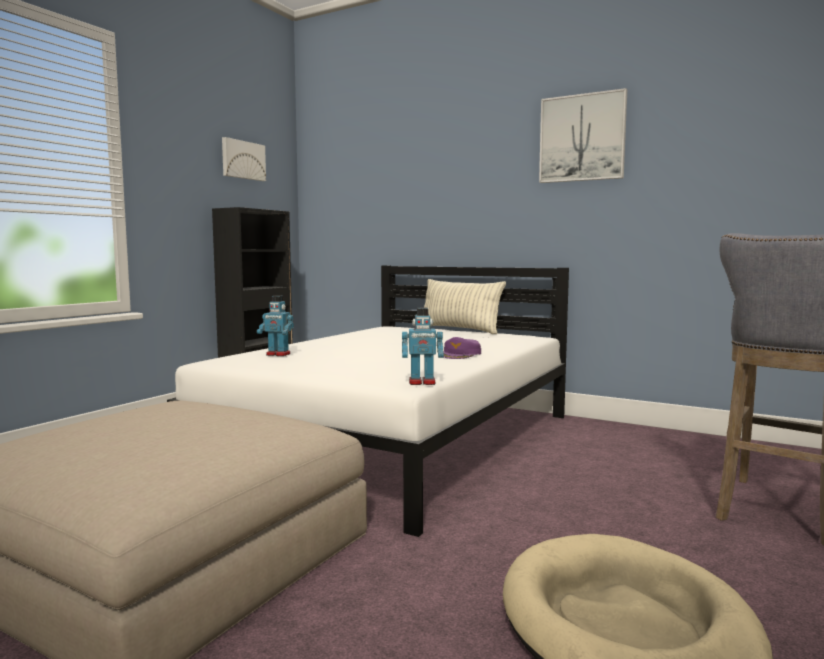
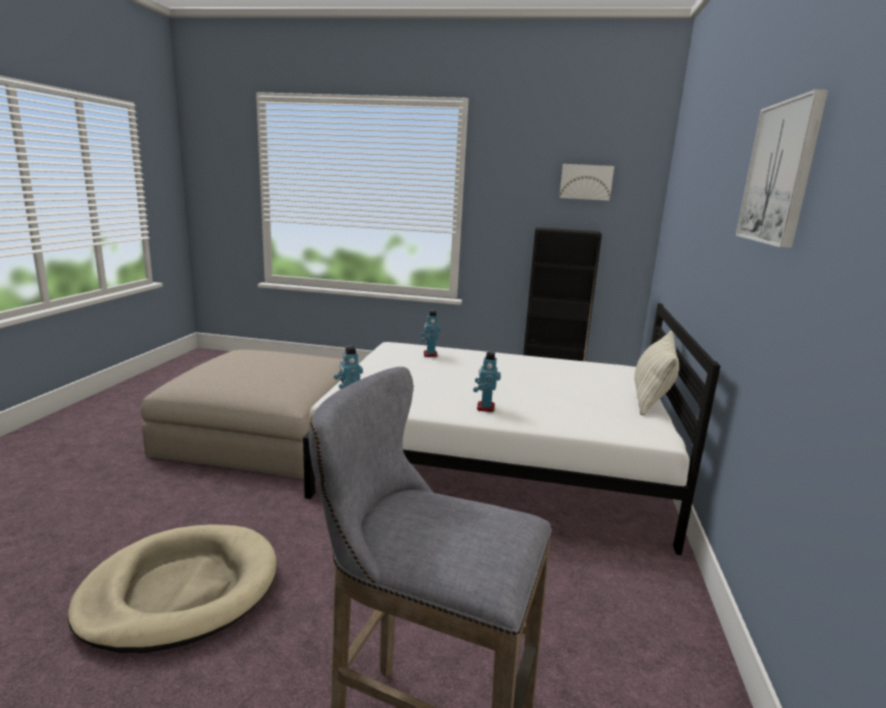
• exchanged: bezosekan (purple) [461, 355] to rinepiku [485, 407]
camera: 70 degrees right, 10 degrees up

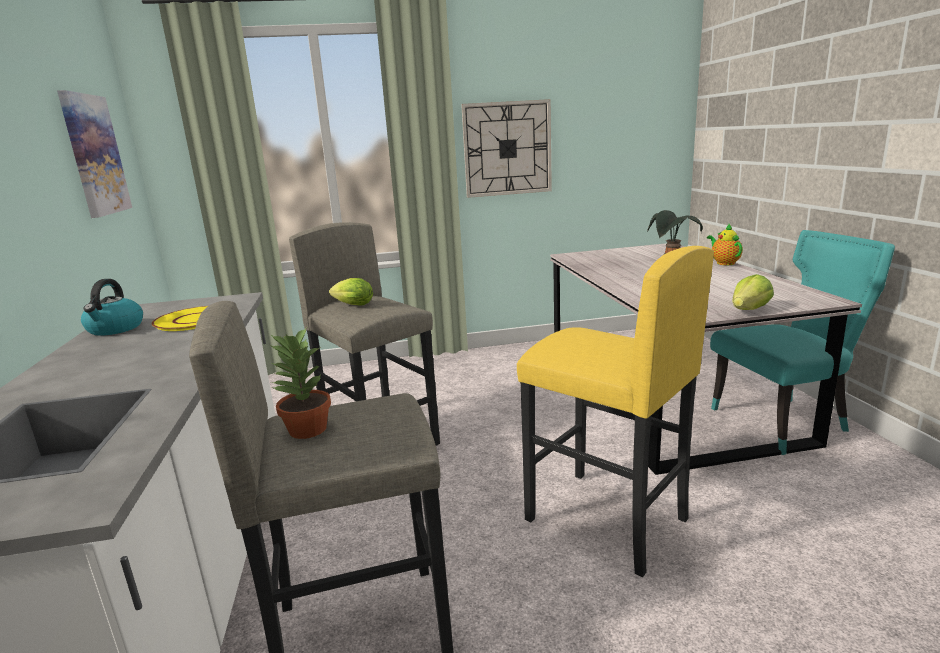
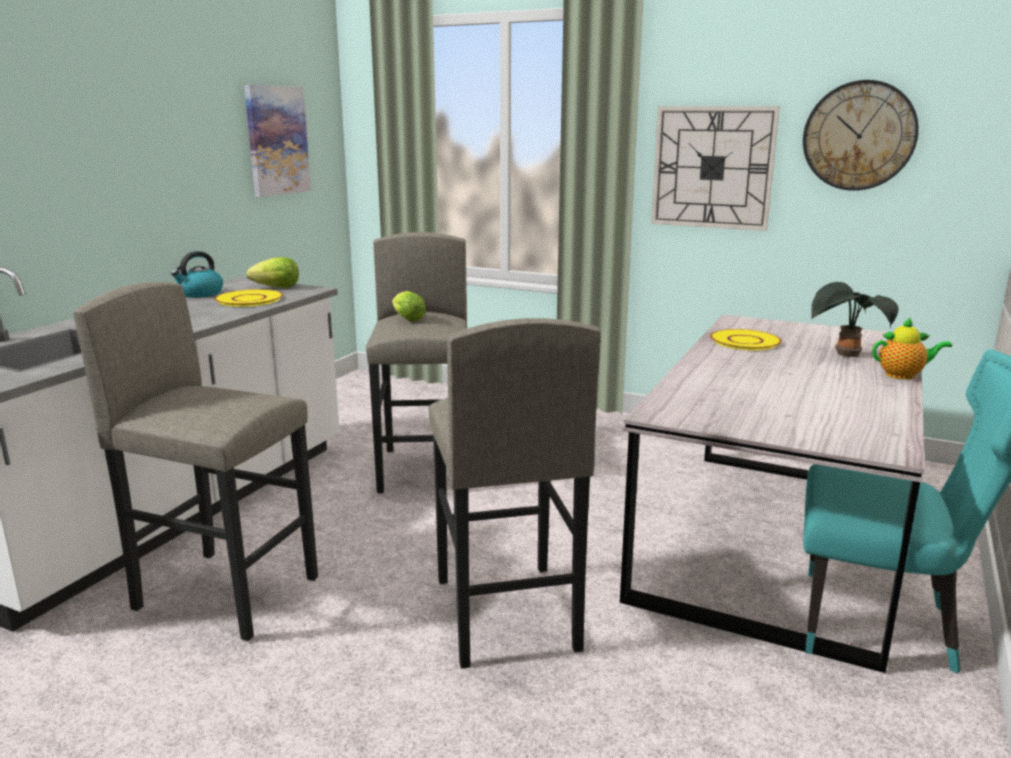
• missing: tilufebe [306, 430]
• colour: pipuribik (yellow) [605, 520] to pipuribik (grey) [505, 614]
• spun: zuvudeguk [724, 263] = [903, 375] 75 degrees clockwise
• relocated: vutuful [749, 310] to [277, 288]
• appeared: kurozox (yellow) [745, 341]
• appeared: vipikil [859, 136]
camera: 35 degrees right, 0 degrees up

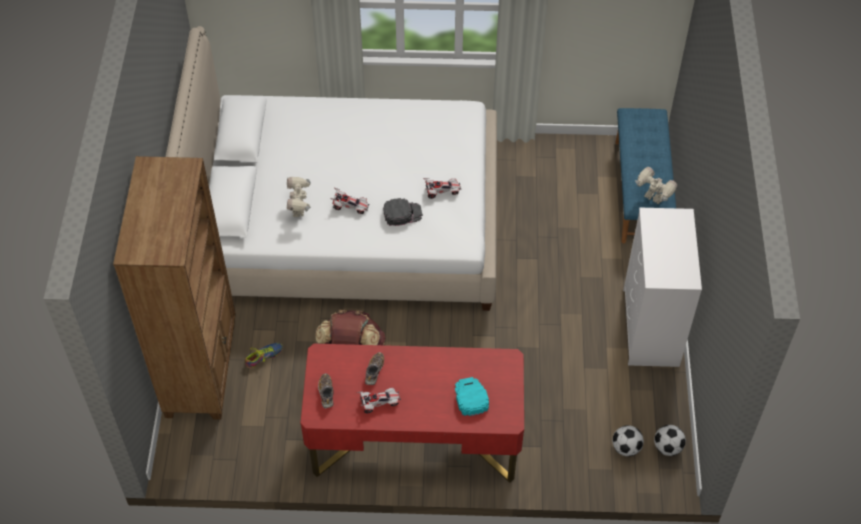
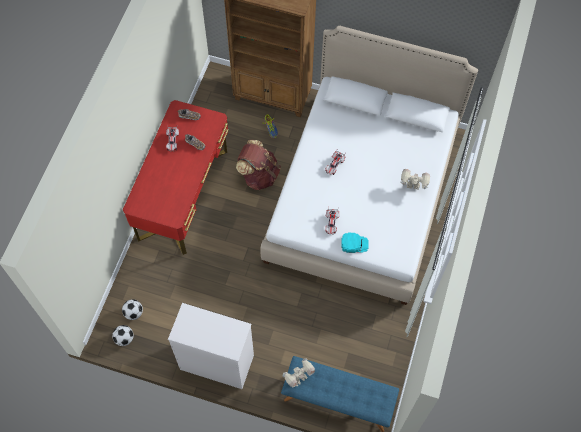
• relocated: rinepiku [299, 210] to [412, 187]
• missing: bezosekan (black) [402, 214]
• relocated: bezosekan (turquoise) [470, 397] to [354, 244]
camera: 105 degrees right, 10 degrees up

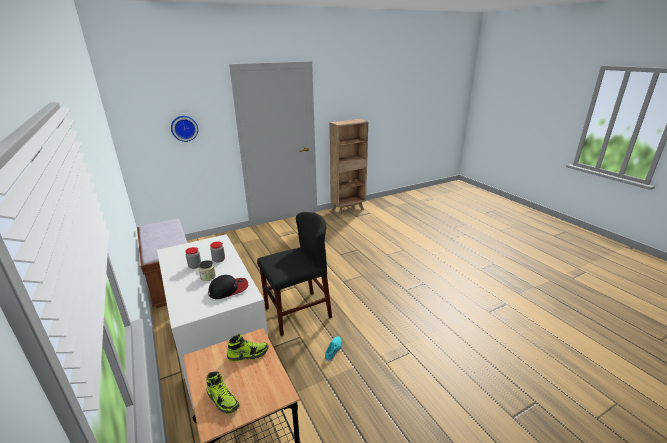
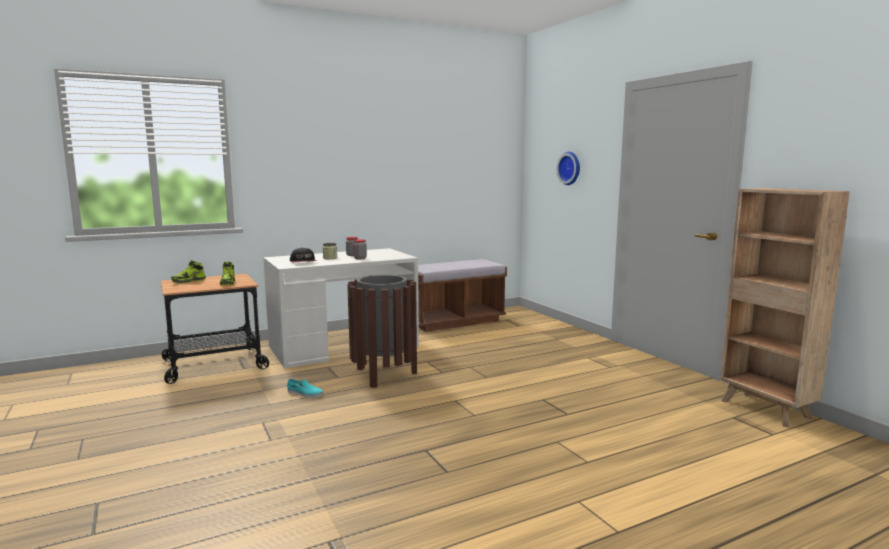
• exchanged: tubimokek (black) [297, 312] to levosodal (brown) [383, 375]
camera: 90 degrees right, 15 degrees down

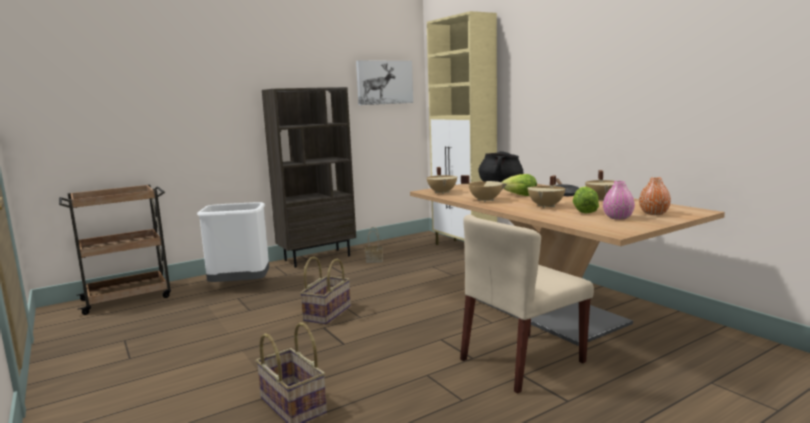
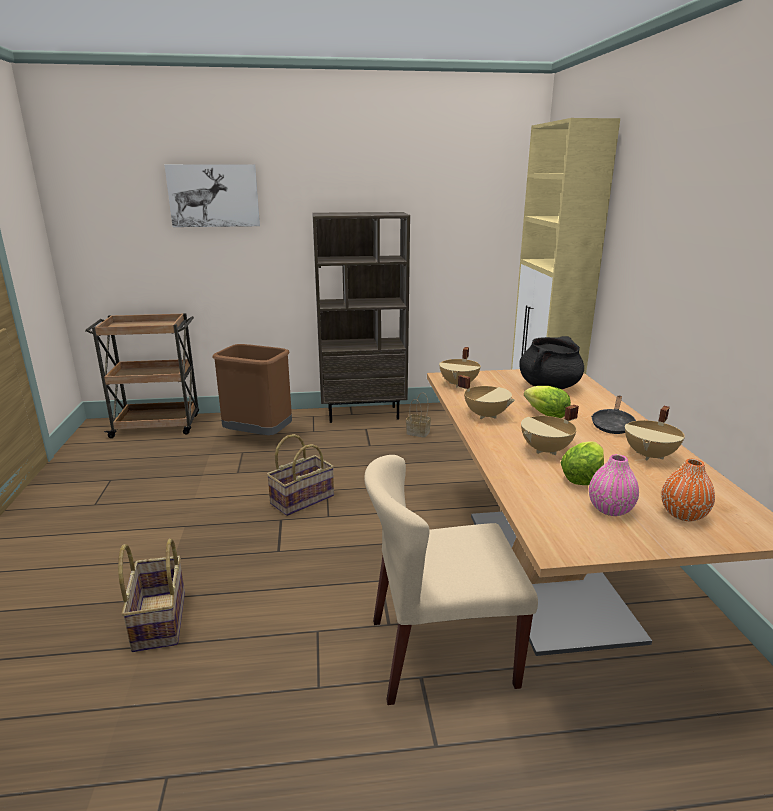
• colour: levosodal (white) [240, 286] to levosodal (brown) [259, 436]
• relocated: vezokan [384, 82] to [214, 195]
camera: 25 degrees right, 10 degrees up

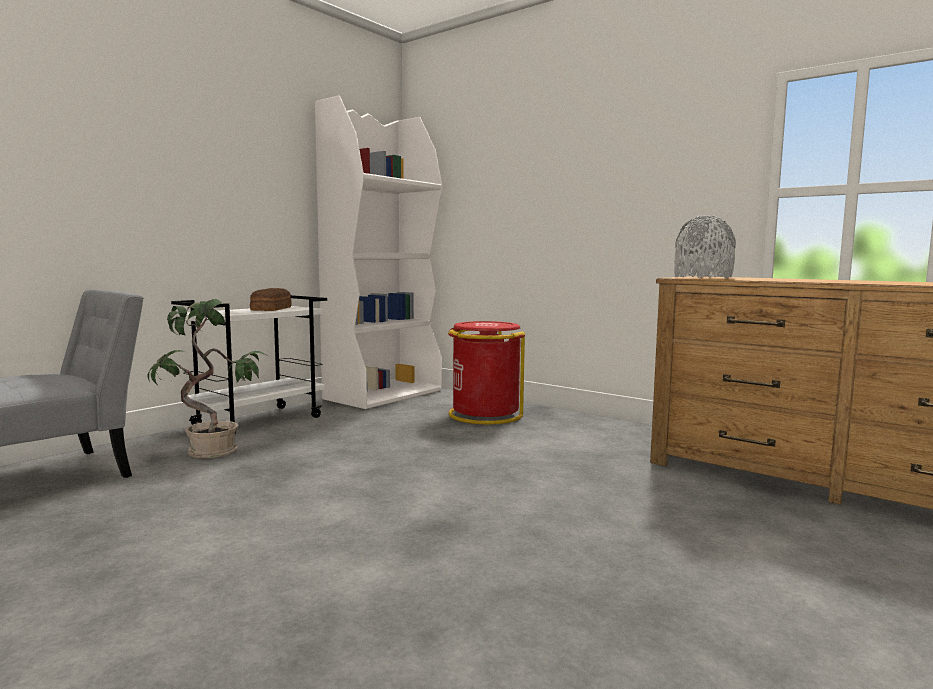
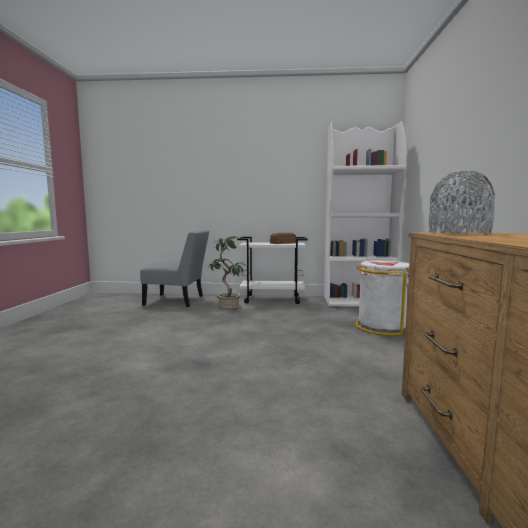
• colour: levosodal (red) [484, 415] to levosodal (white) [381, 326]
camera: 55 degrees right, 0 degrees up

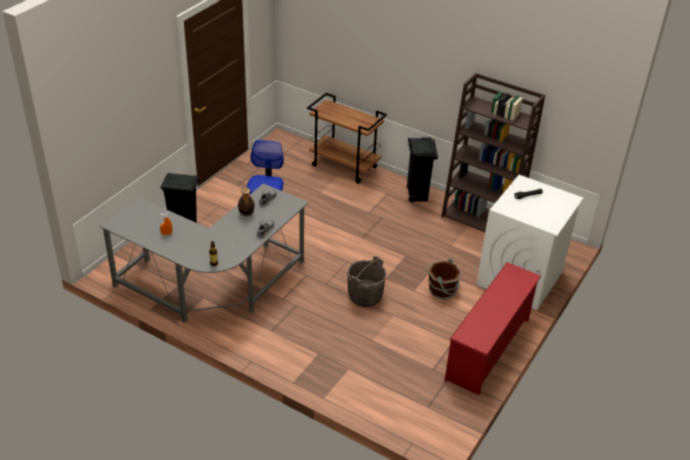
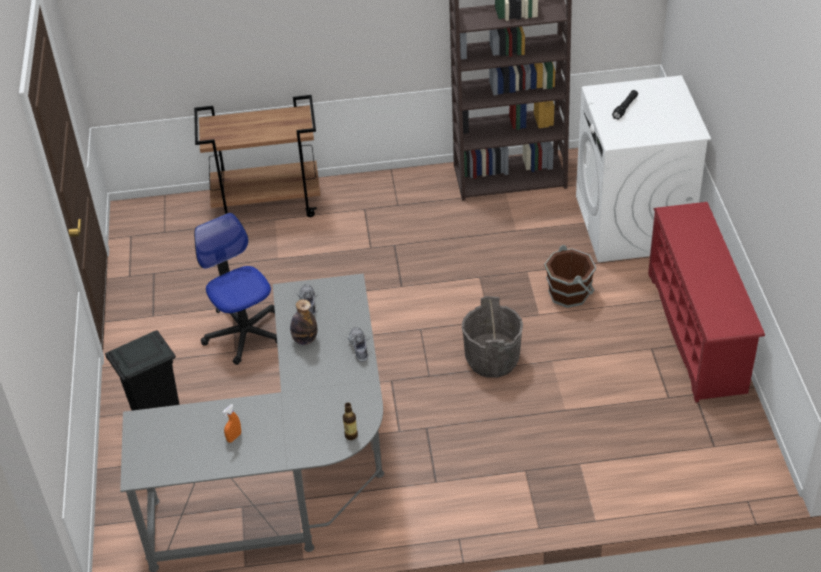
• missing: levosodal (black) [417, 195]
camera: 35 degrees left, 5 degrees up

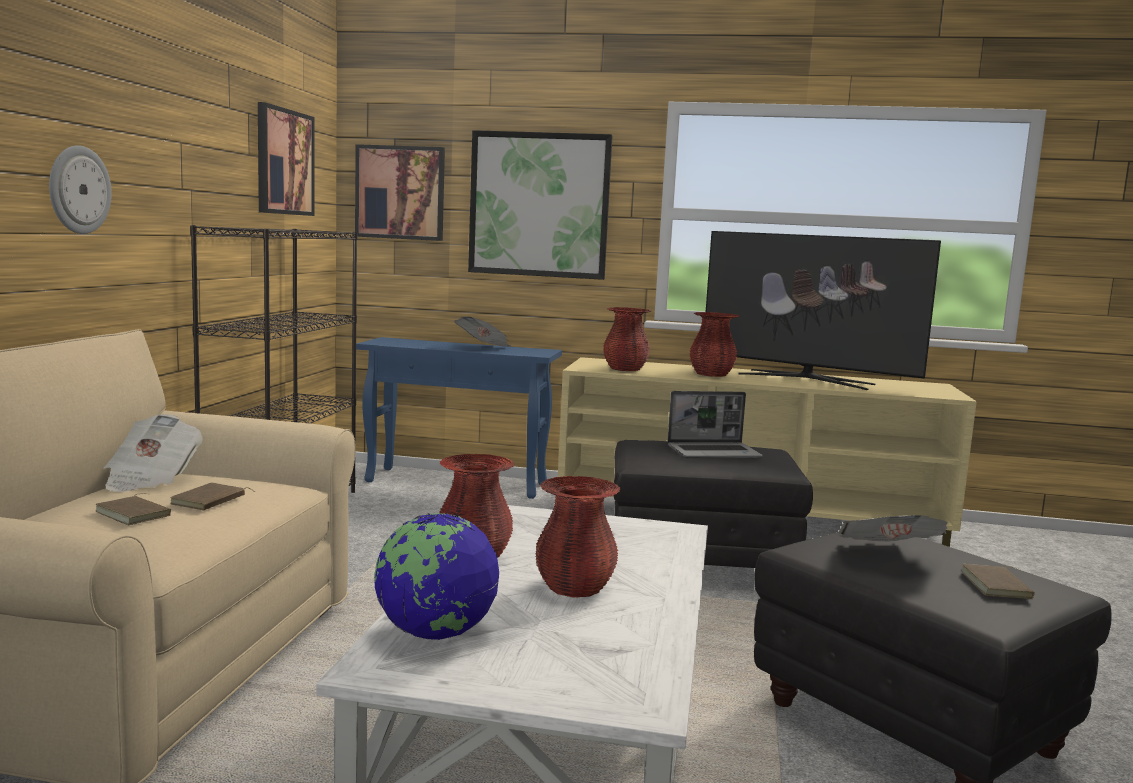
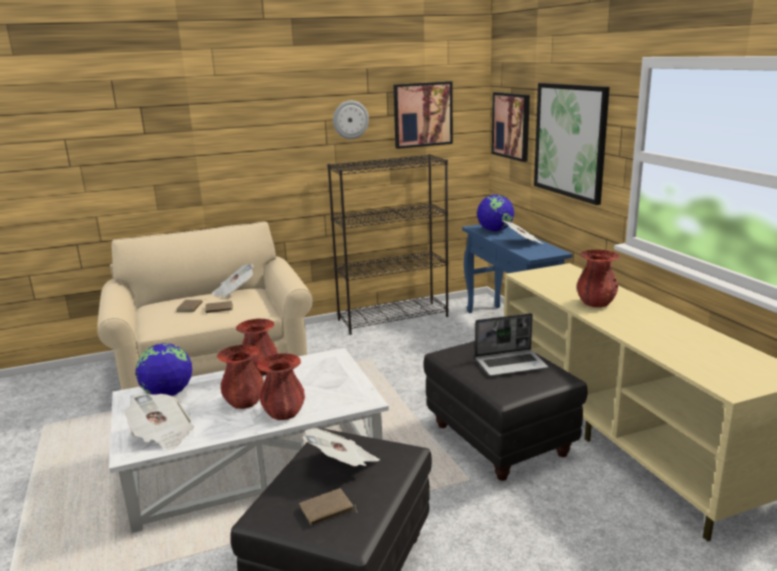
• relocated: vipikil [78, 190] to [350, 119]
• relocated: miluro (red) [625, 369] to [284, 413]
• spun: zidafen [714, 452] = [511, 364] 60 degrees counterclockwise
• missing: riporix [805, 379]
• appeared: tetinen [162, 435]
• appeared: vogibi [495, 230]
camera: 60 degrees right, 10 degrees up

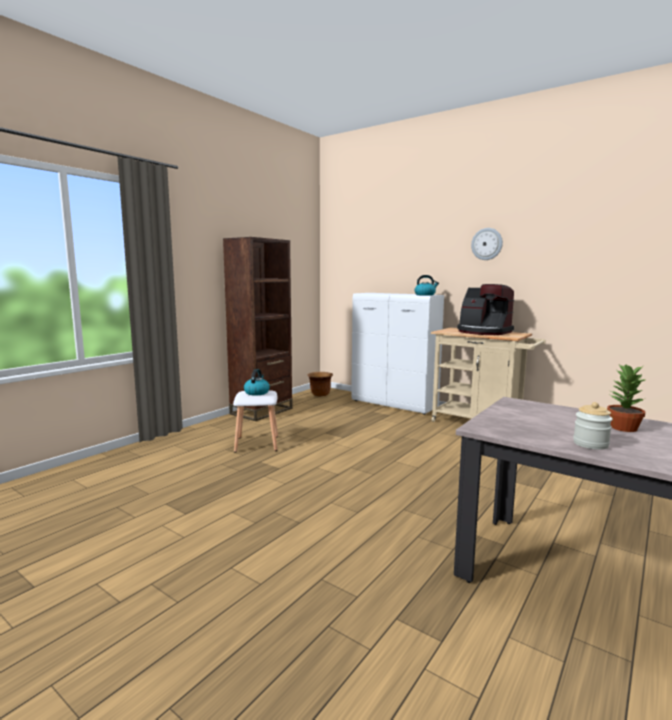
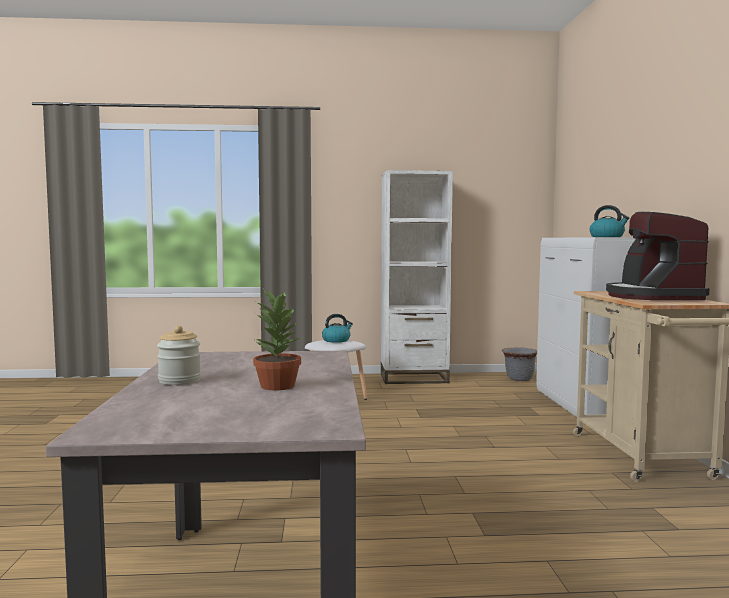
• colour: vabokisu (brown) [262, 411] to vabokisu (white) [414, 378]
• colour: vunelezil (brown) [320, 394] to vunelezil (grey) [519, 379]
• missing: vipikil [487, 244]
camera: 50 degrees right, 5 degrees down

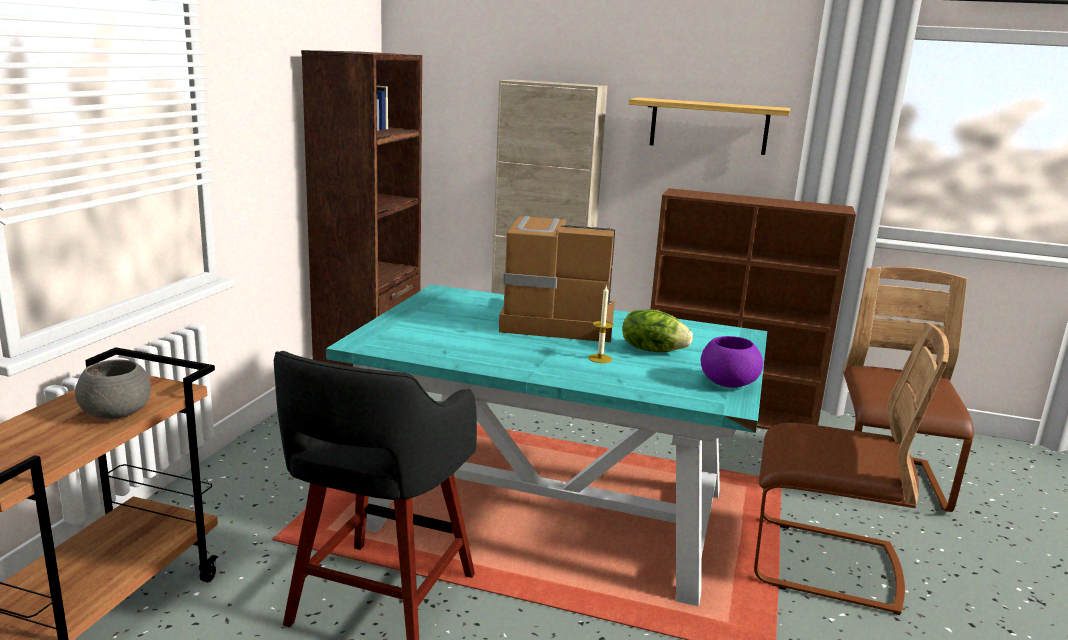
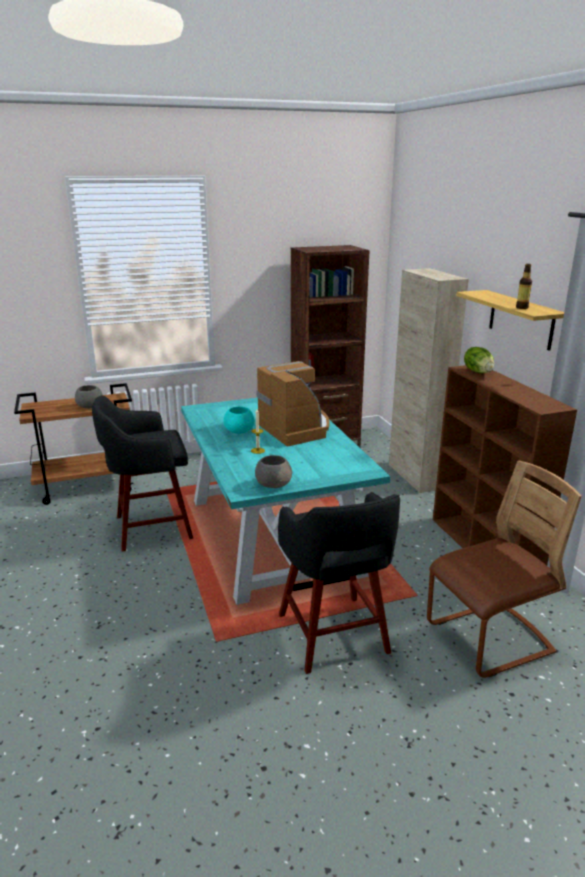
• relocated: vutuful [653, 350] to [478, 372]
• colour: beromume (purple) [727, 383] to beromume (grey) [273, 484]
• exchanged: tubimokek (brown) [823, 564] to pipuribik (black) [333, 636]
• appeared: beromume (turquoise) [239, 431]
• appeared: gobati [522, 308]
camera: 55 degrees right, 5 degrees up

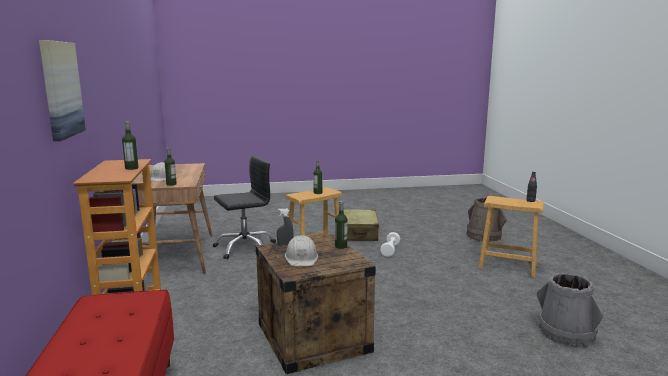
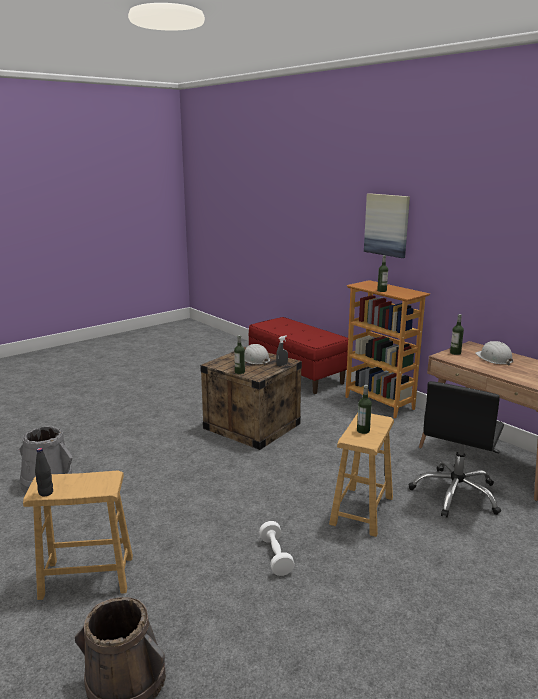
• missing: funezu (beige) [358, 233]
camera: 150 degrees right, 5 degrees up

